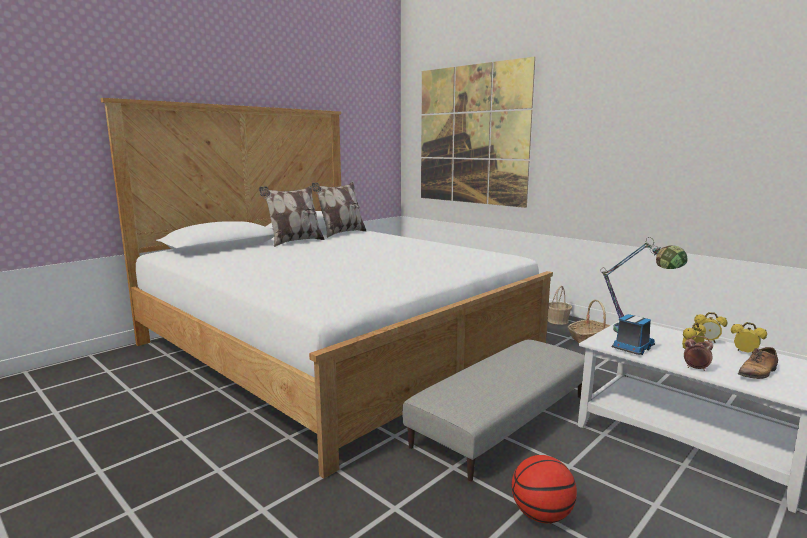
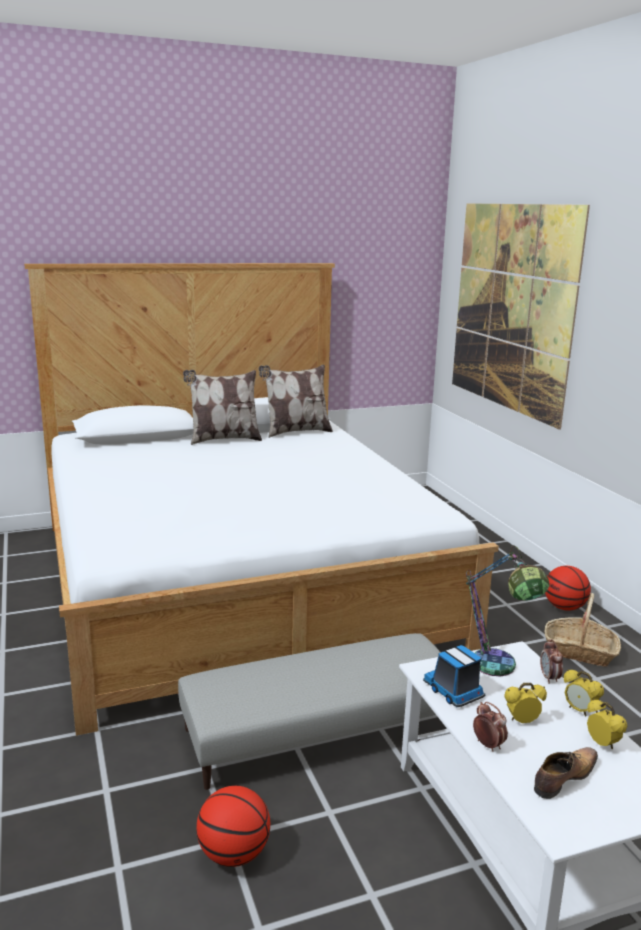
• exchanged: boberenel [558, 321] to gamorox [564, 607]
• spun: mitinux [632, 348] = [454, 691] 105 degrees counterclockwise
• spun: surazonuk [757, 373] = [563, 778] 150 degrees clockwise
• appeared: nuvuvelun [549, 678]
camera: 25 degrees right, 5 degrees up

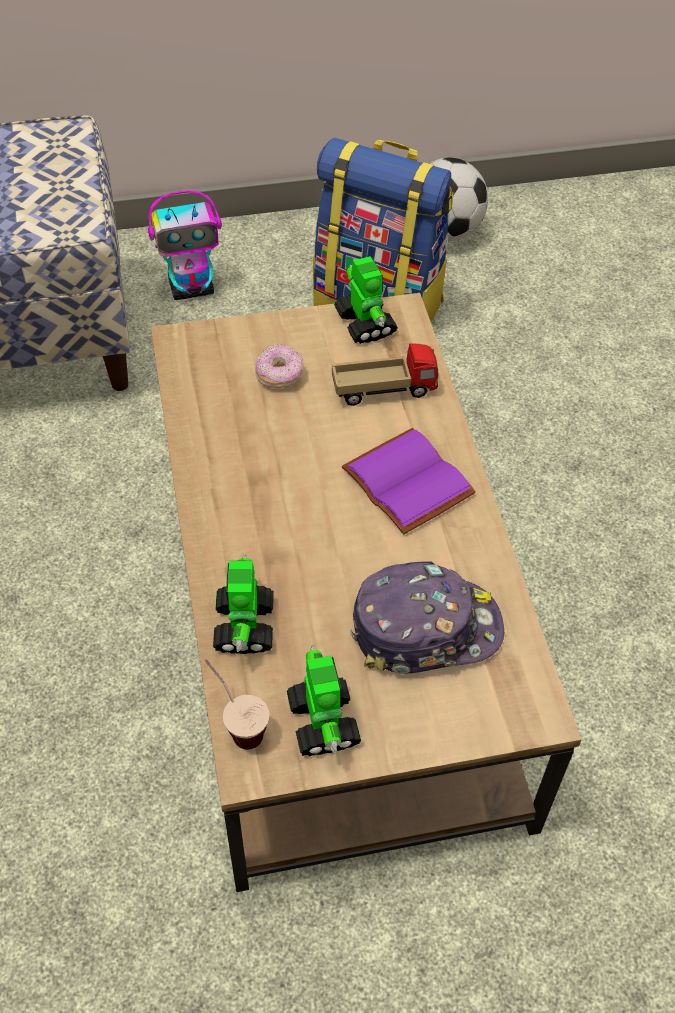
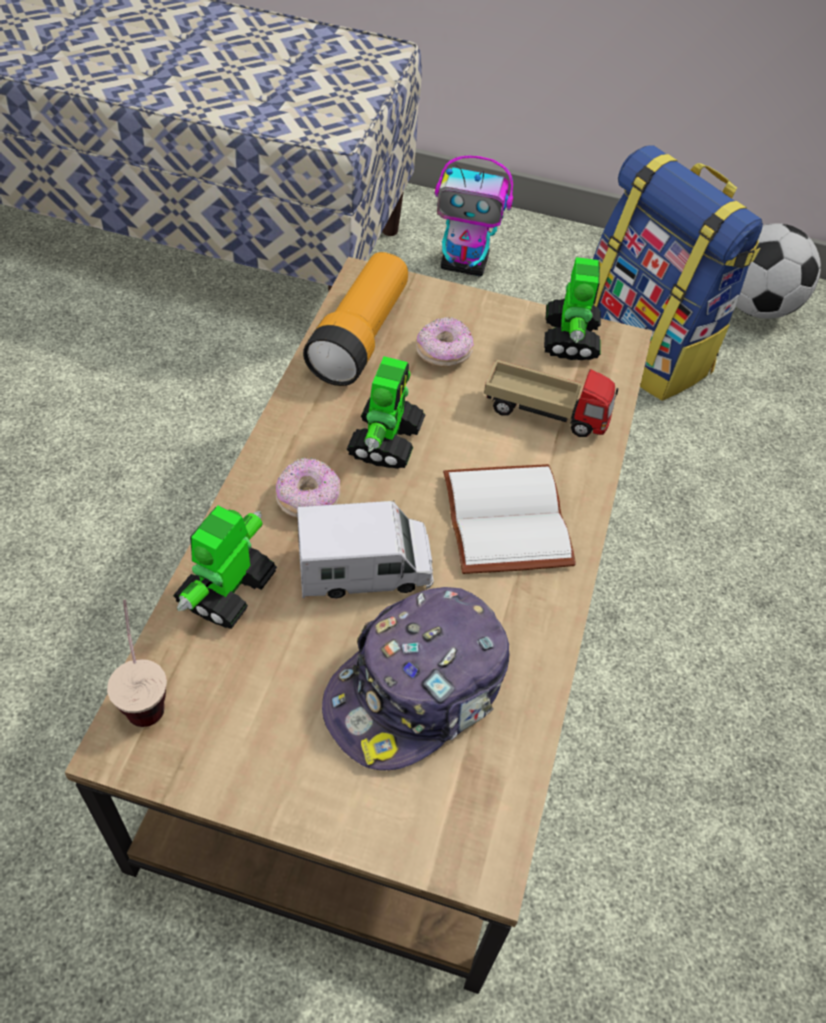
• relocated: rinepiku [323, 720] to [386, 439]
• colour: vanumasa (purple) [404, 482] to vanumasa (white) [502, 518]
• spun: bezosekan [425, 628] = [417, 690] 120 degrees clockwise
• appeared: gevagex [308, 499]
• appeared: mitinux [364, 569]
• appeared: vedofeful [360, 337]
camera: 25 degrees right, 0 degrees up

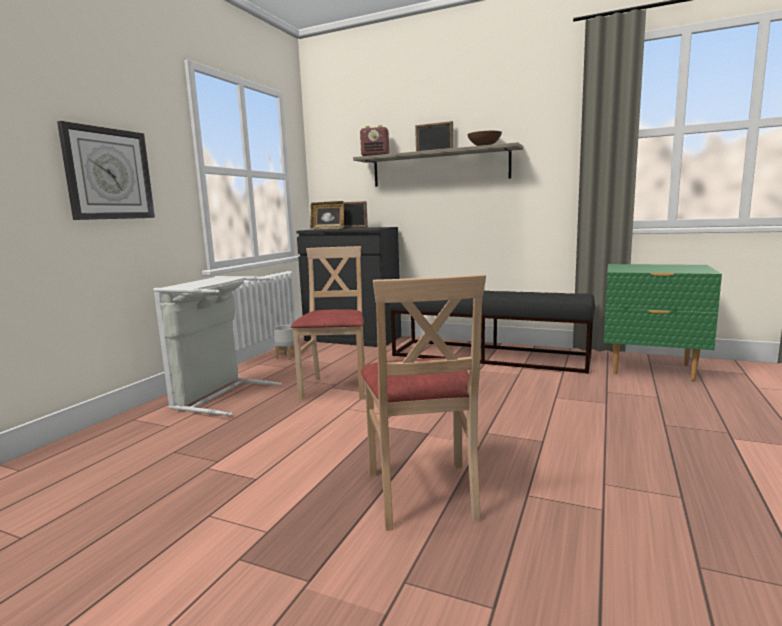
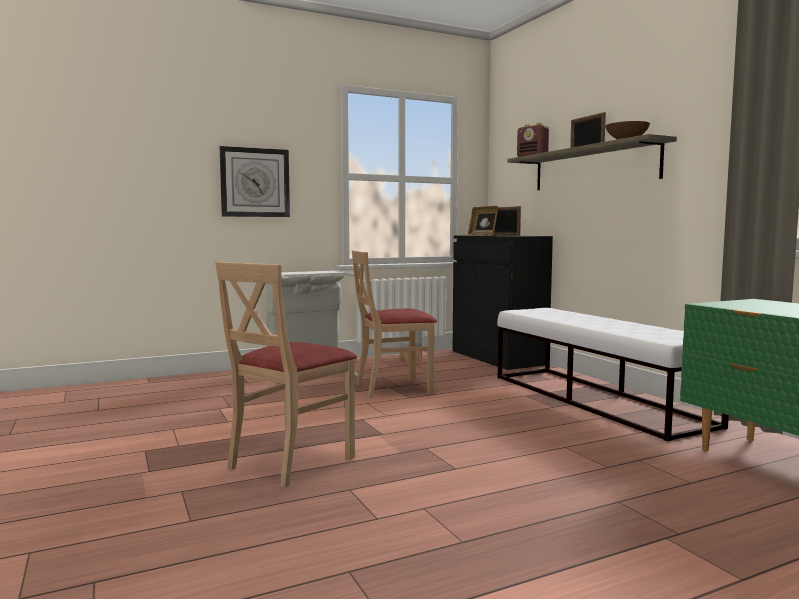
• spun: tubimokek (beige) [336, 388] = [393, 388] 150 degrees counterclockwise
• colour: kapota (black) [490, 356] to kapota (white) [596, 399]
camera: 40 degrees right, 5 degrees down

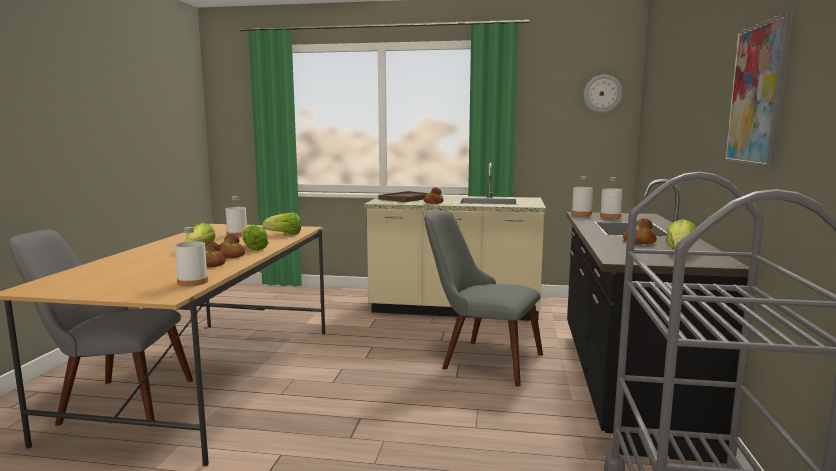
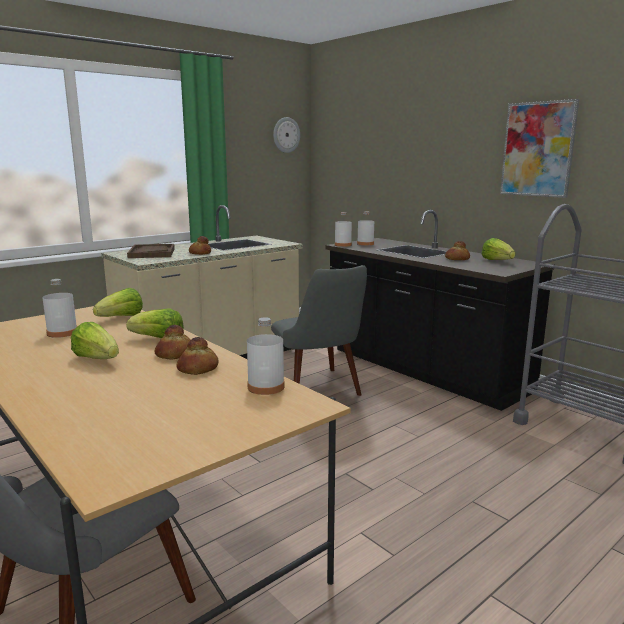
• spun: tubimokek (grey) [480, 359] = [319, 392] 90 degrees counterclockwise
camera: 50 degrees left, 5 degrees up

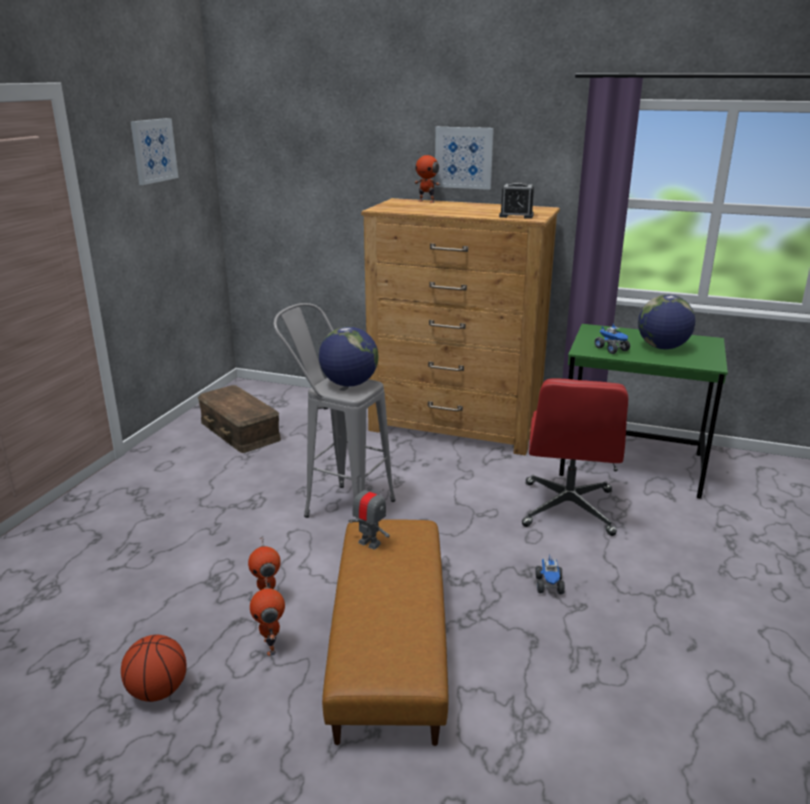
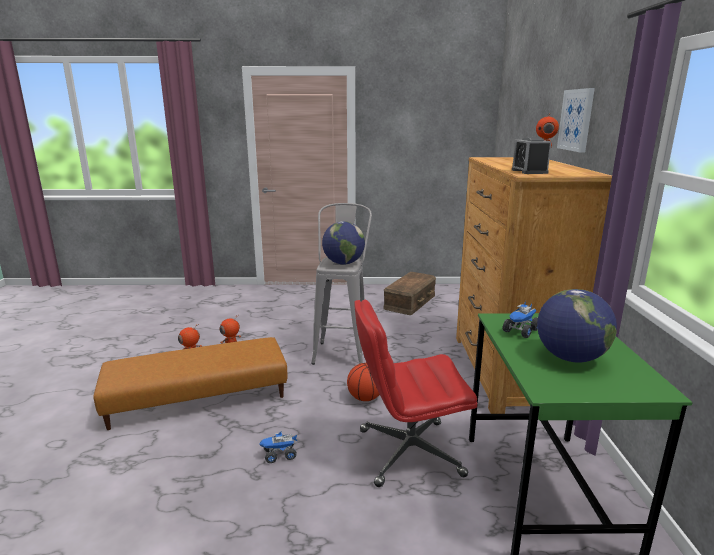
• relocated: gamorox [157, 691] to [365, 398]
• missing: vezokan [153, 150]
• missing: rinepiku [369, 543]
camera: 70 degrees right, 5 degrees down

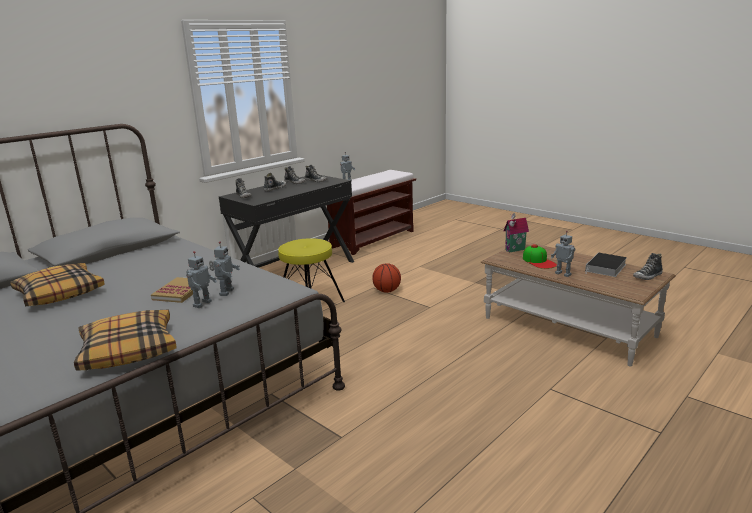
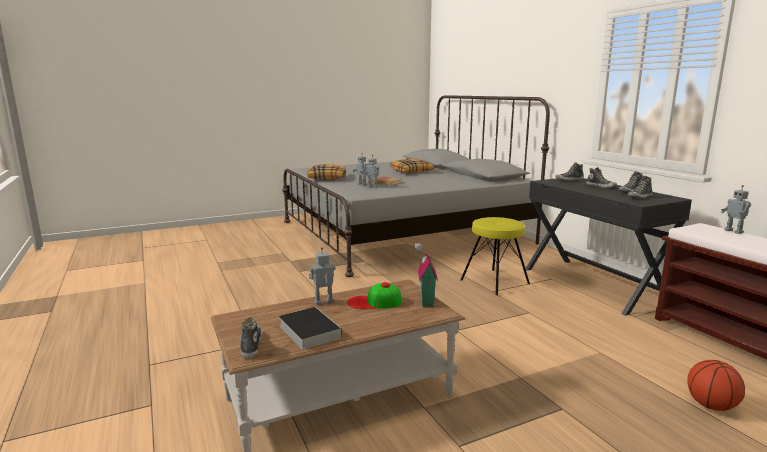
• relocated: gamorox [387, 291] to [710, 405]
camera: 110 degrees right, 5 degrees down

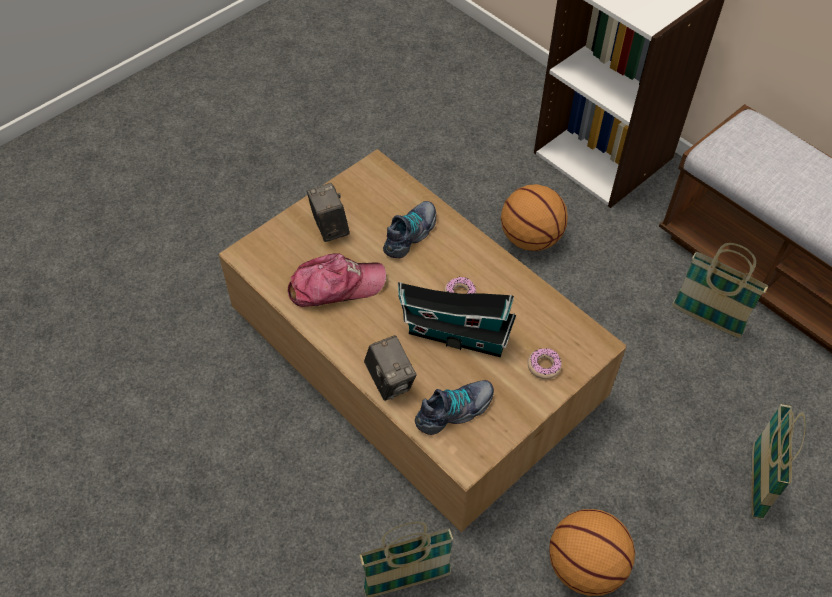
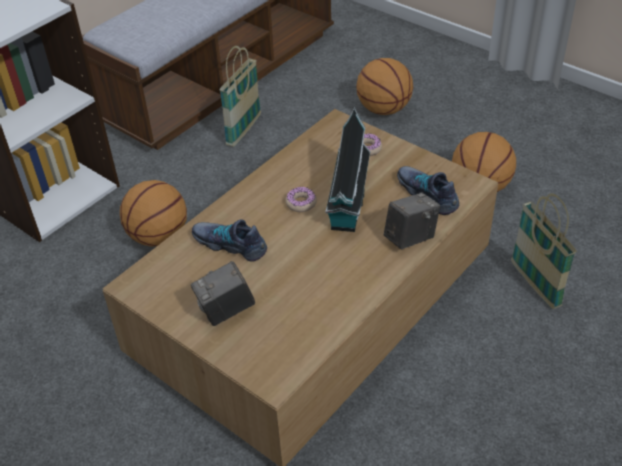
• missing: bezosekan [335, 286]
• exchanged: boberenel [756, 483] to gamorox [384, 109]
camera: 95 degrees left, 10 degrees down

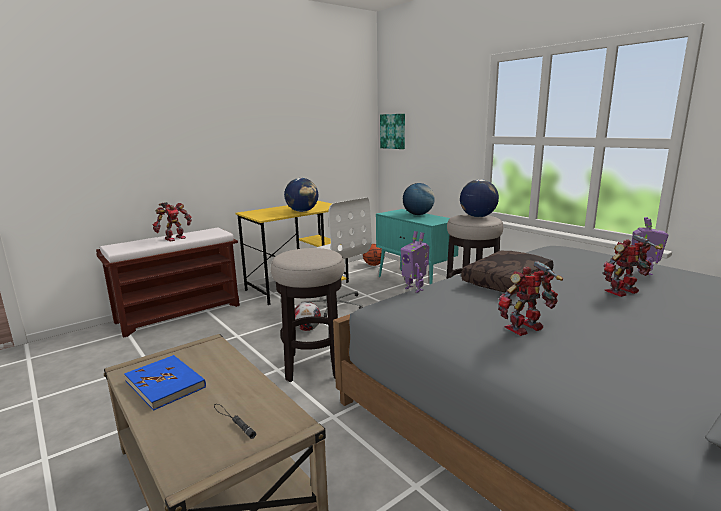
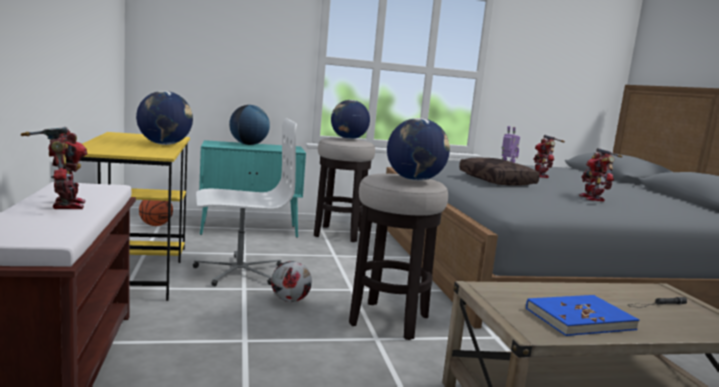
• missing: vezokan [393, 131]
• missing: rinepiku [415, 289]
• appeared: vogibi [414, 180]
camera: 65 degrees left, 5 degrees down

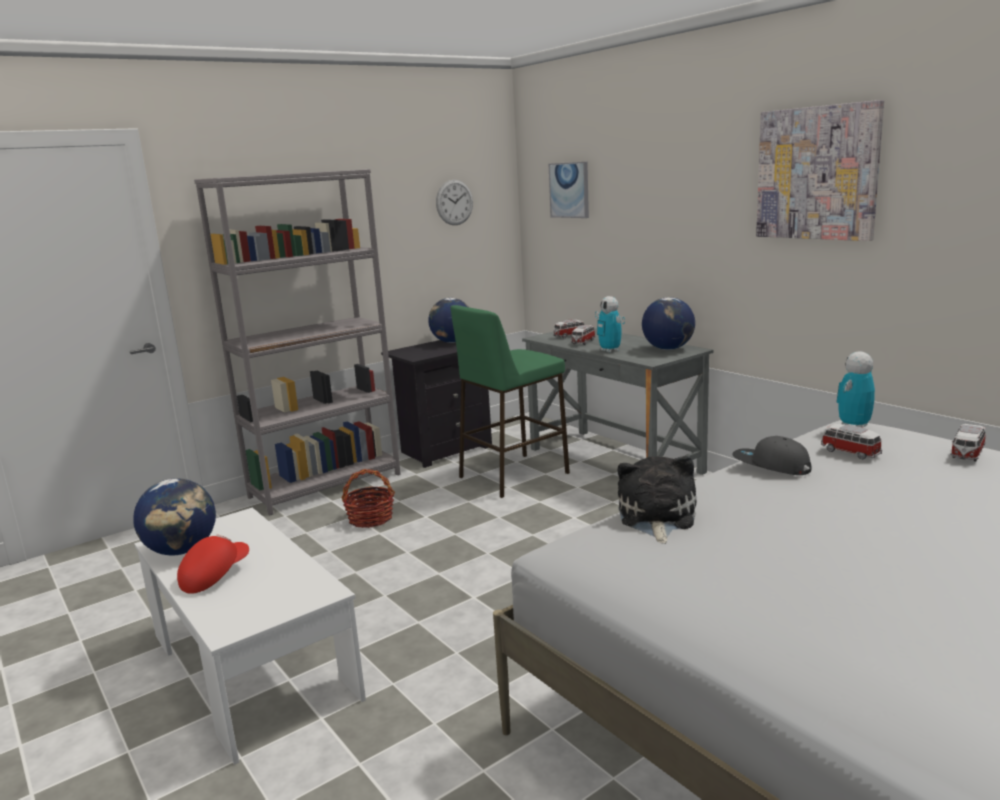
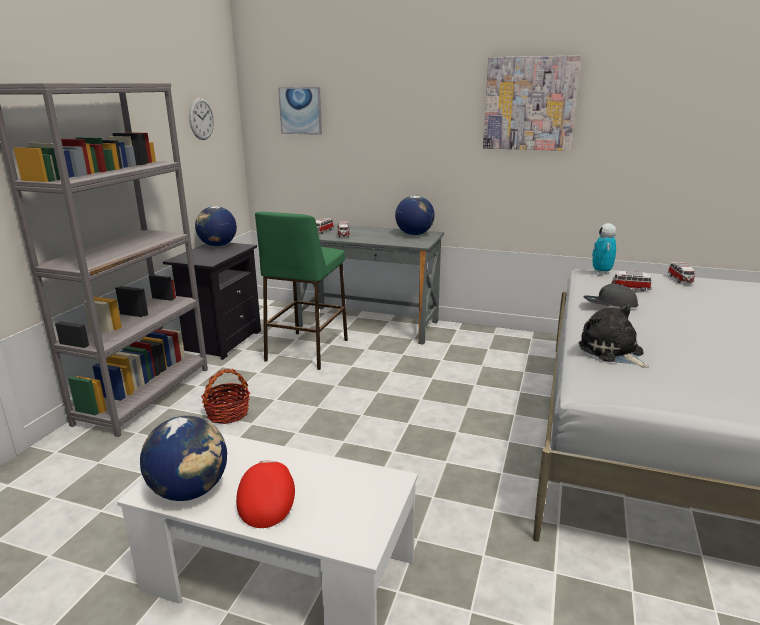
• missing: rinepiku [610, 350]
camera: 35 degrees left, 5 degrees up

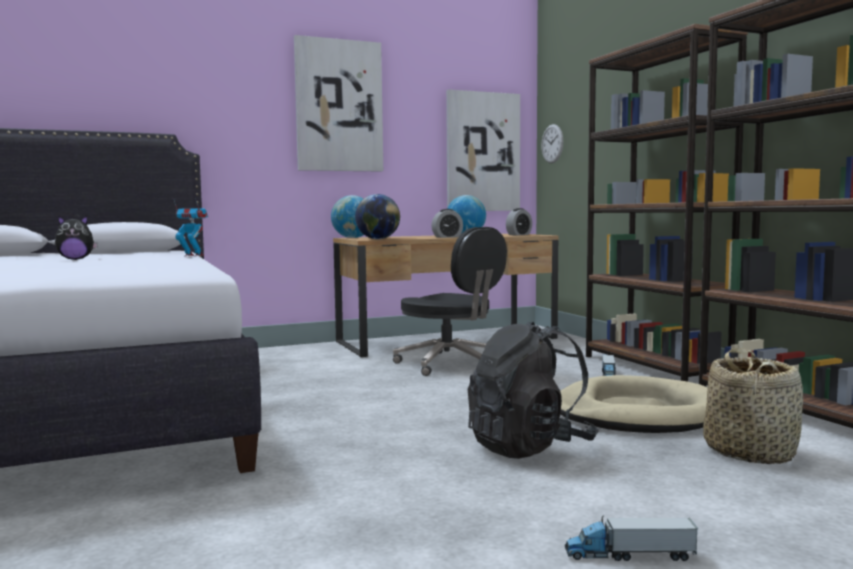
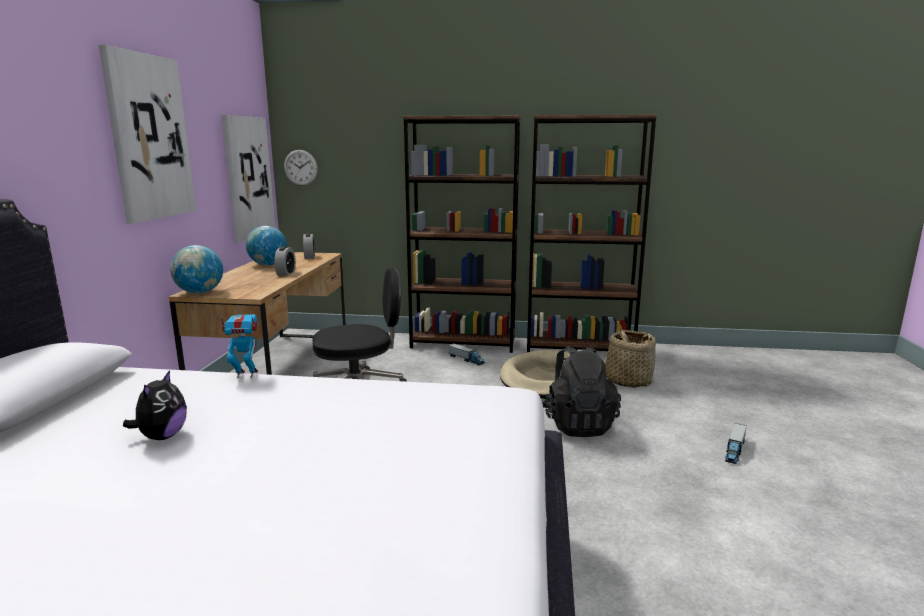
• spun: rinepiku [193, 255] = [246, 374] 45 degrees clockwise
• missing: vogibi [378, 239]
camera: 60 degrees left, 10 degrees up

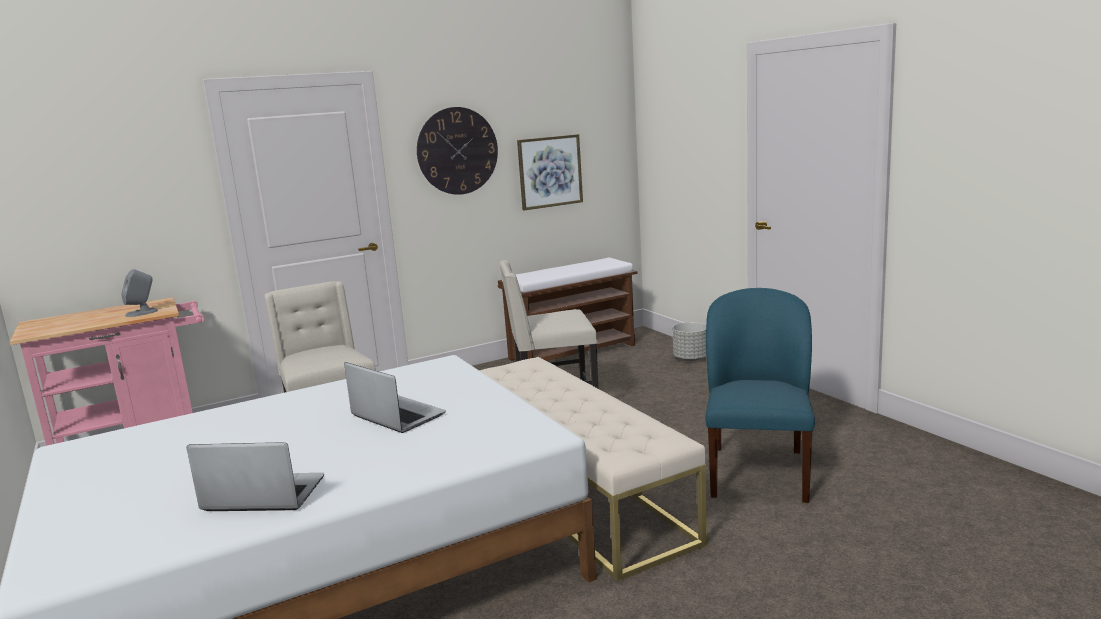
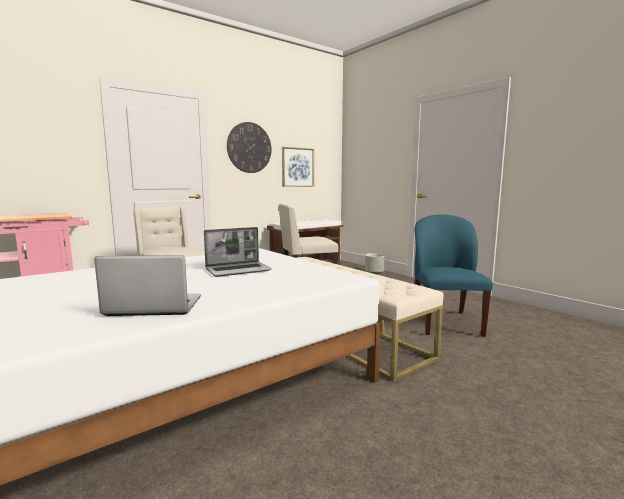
• missing: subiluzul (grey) [142, 313]
• spun: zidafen [396, 416] = [238, 270] 120 degrees clockwise
camera: 10 degrees left, 5 degrees down

